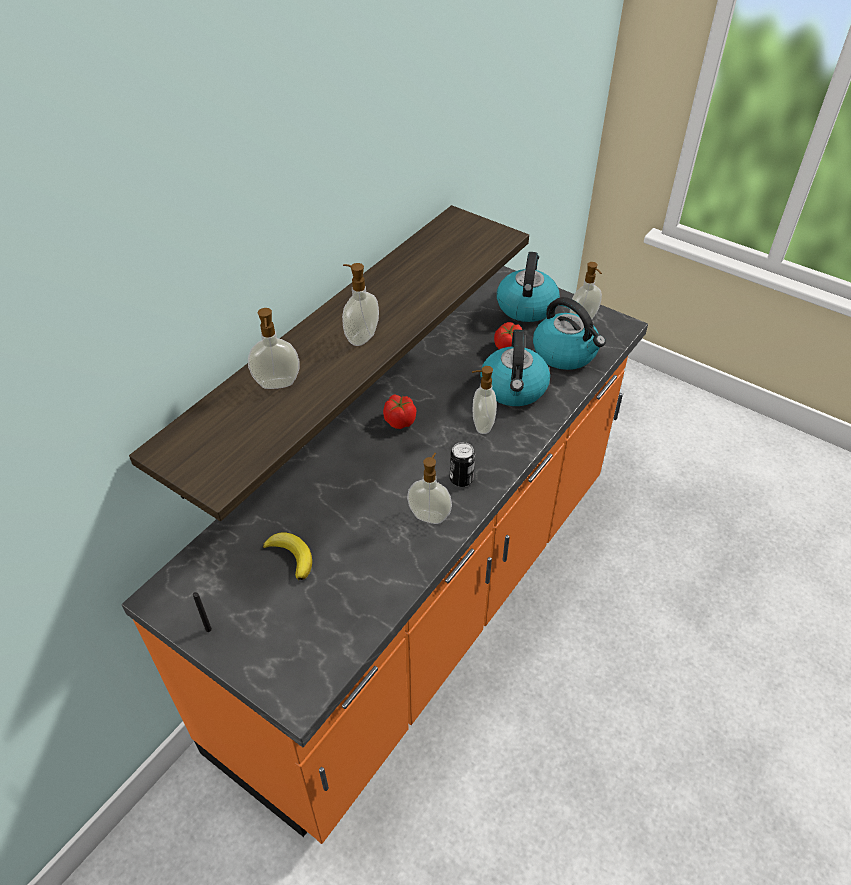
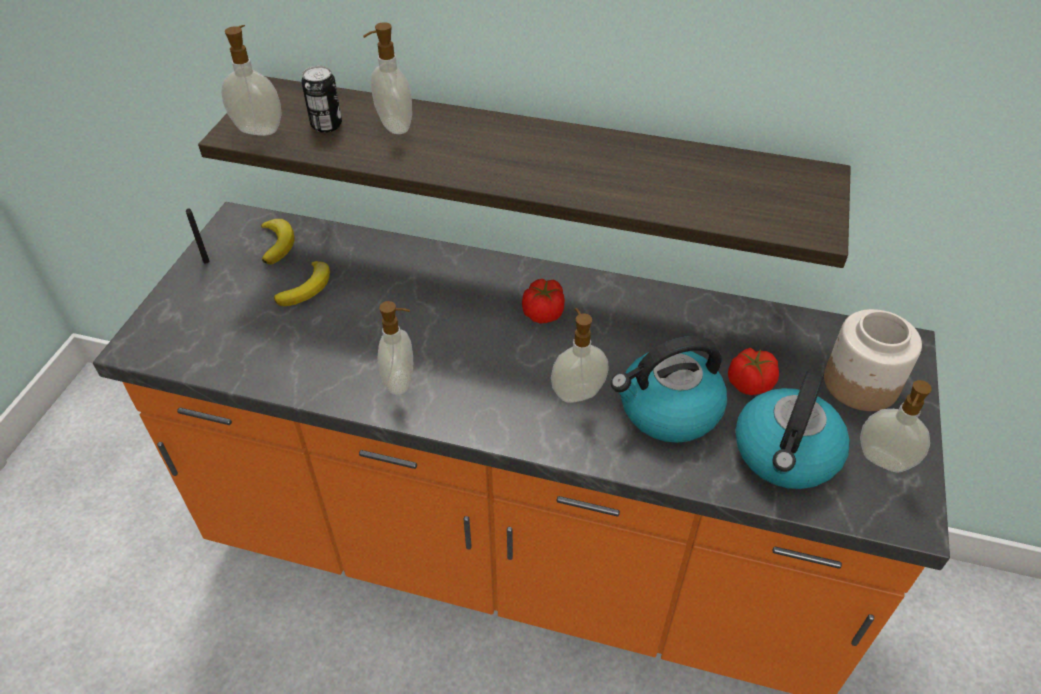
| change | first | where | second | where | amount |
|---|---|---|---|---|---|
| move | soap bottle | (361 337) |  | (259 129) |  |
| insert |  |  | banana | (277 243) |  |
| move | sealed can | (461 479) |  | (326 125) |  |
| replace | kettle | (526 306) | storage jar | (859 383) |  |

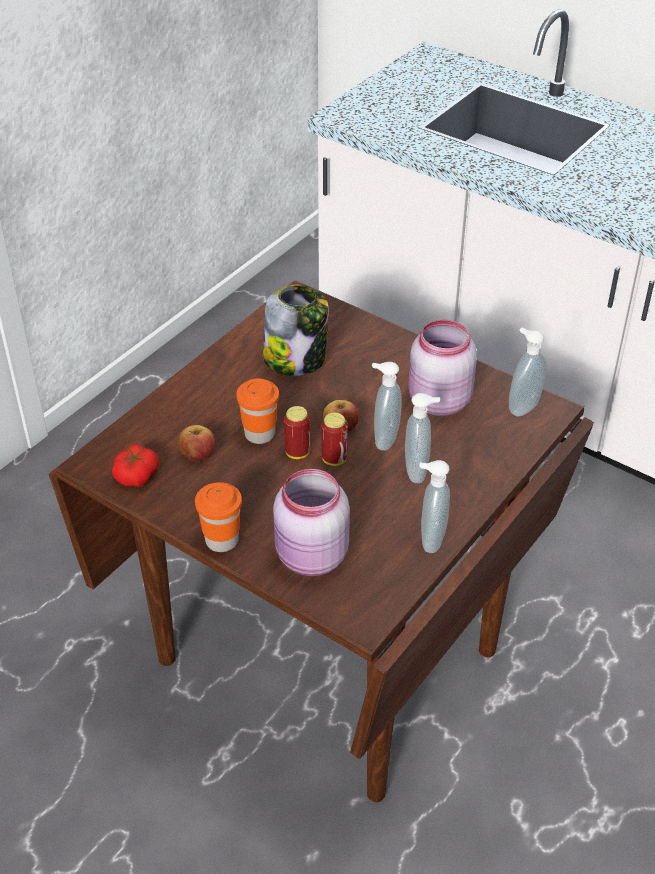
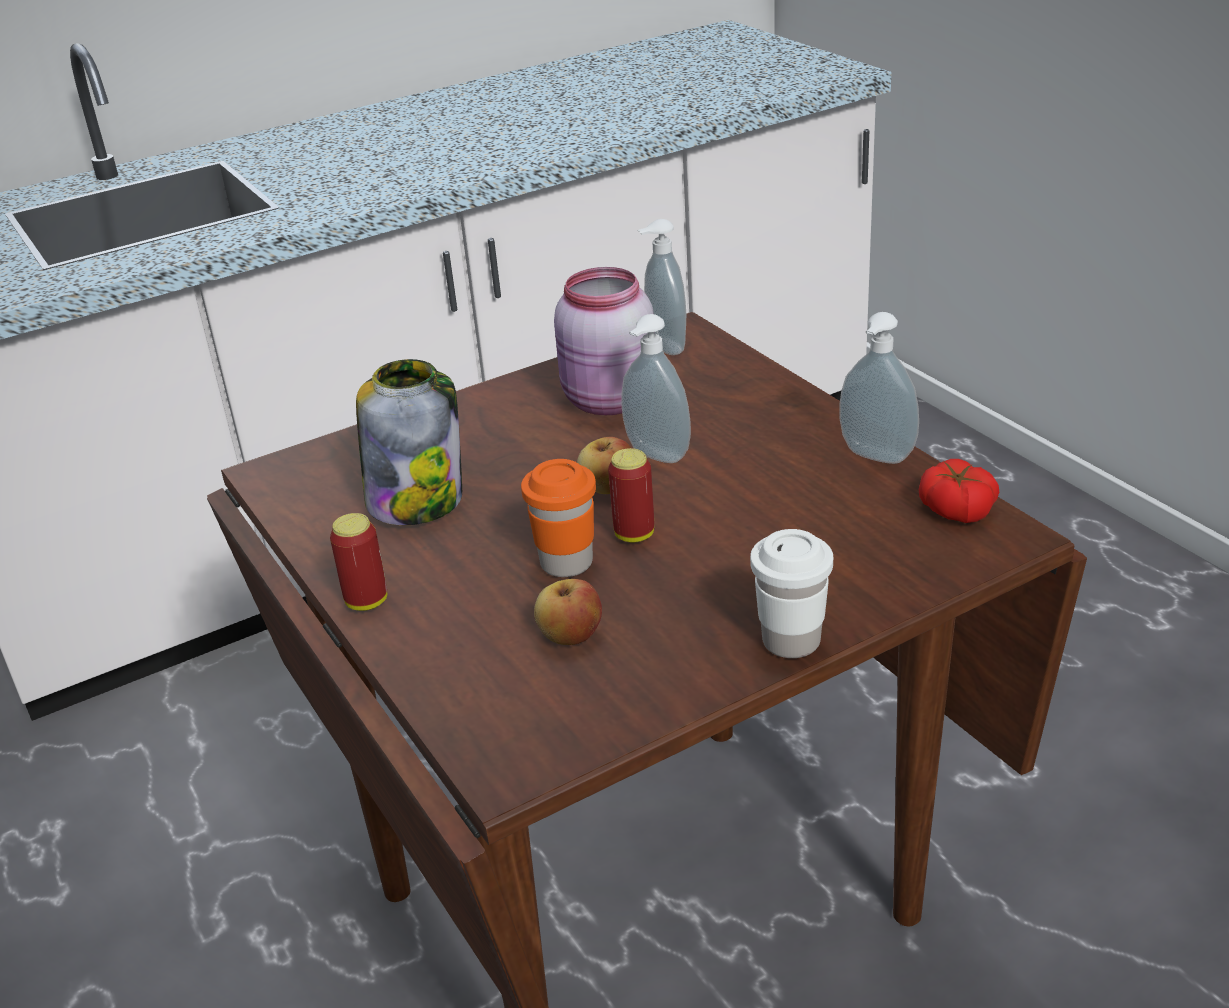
| change | first | where | second | where | amount |
|---|---|---|---|---|---|
| move | sealed can | (334 459) |  | (367 601) |  |
| recolor | small cup (orangey) | (222 540) | small cup (white-coloured) | (791 641) |  |
| move | fresh tomato | (136 475) |  | (956 509) |  |
| delete | storage jar (pink-coloured) | (310 558) |  |  |  |
| delete | soap bottle | (418 471) |  |  |  |

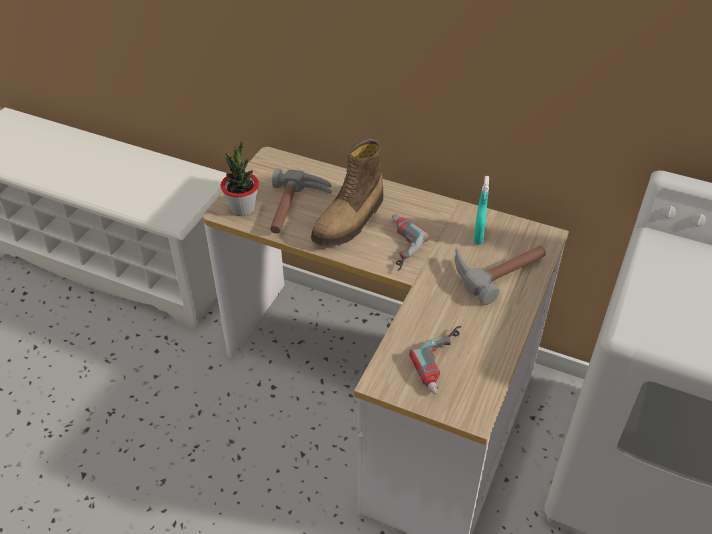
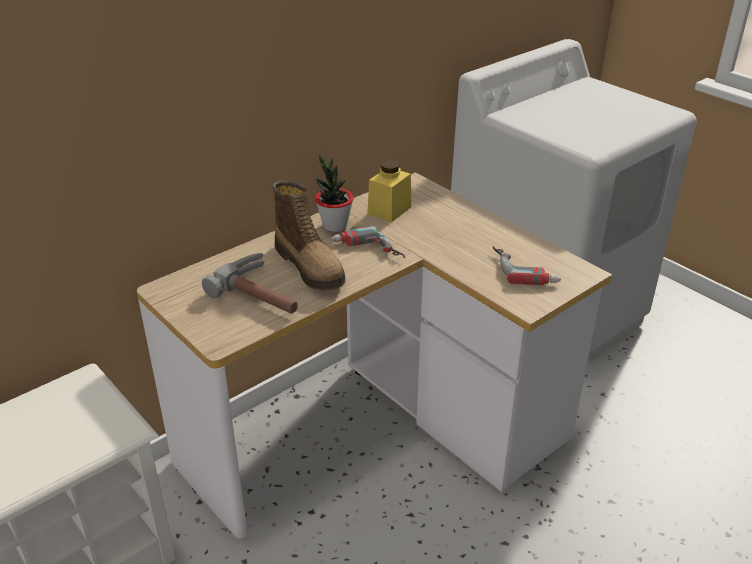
| change | first | where | second | where | amount |
|---|---|---|---|---|---|
| move | houseplant | (242 208) |  | (334 226) |  |
| replace | spray bottle (turquoise-coloured) | (478 236) | storage jar (yellow) | (389 210) |  |
| delete | hammer | (497 269) |  |  |  |

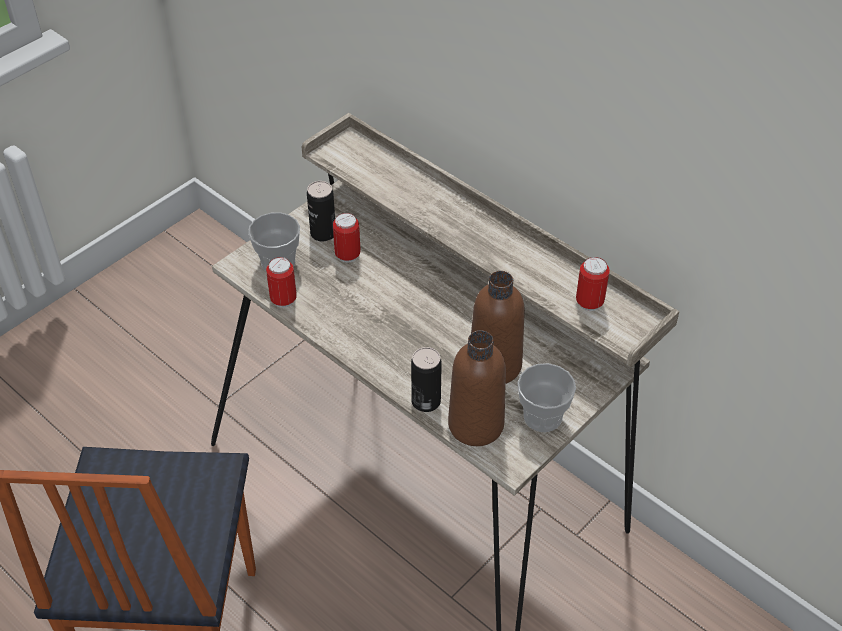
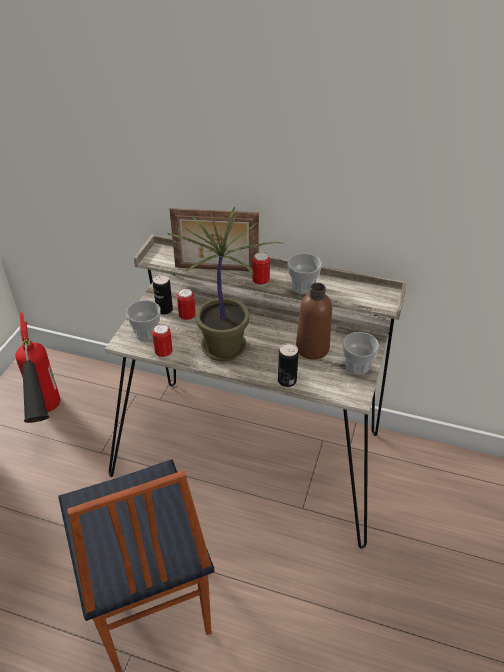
| change | first | where | second | where | amount |
|---|---|---|---|---|---|
| insert |  |  | extinguisher | (48 422) |  |
| insert |  |  | houseplant | (225 348) |  |
| insert |  |  | picture frame | (216 270) |  |
| move | sealed can | (589 303) |  | (261 282) |  |
| insert |  |  | small cup | (302 287) |  |
| delete | beverage bottle (brown-coloured) | (476 425) |  |  |  |

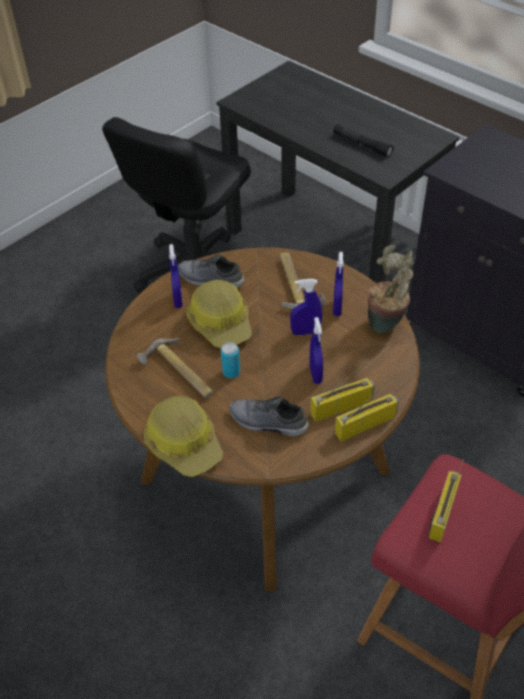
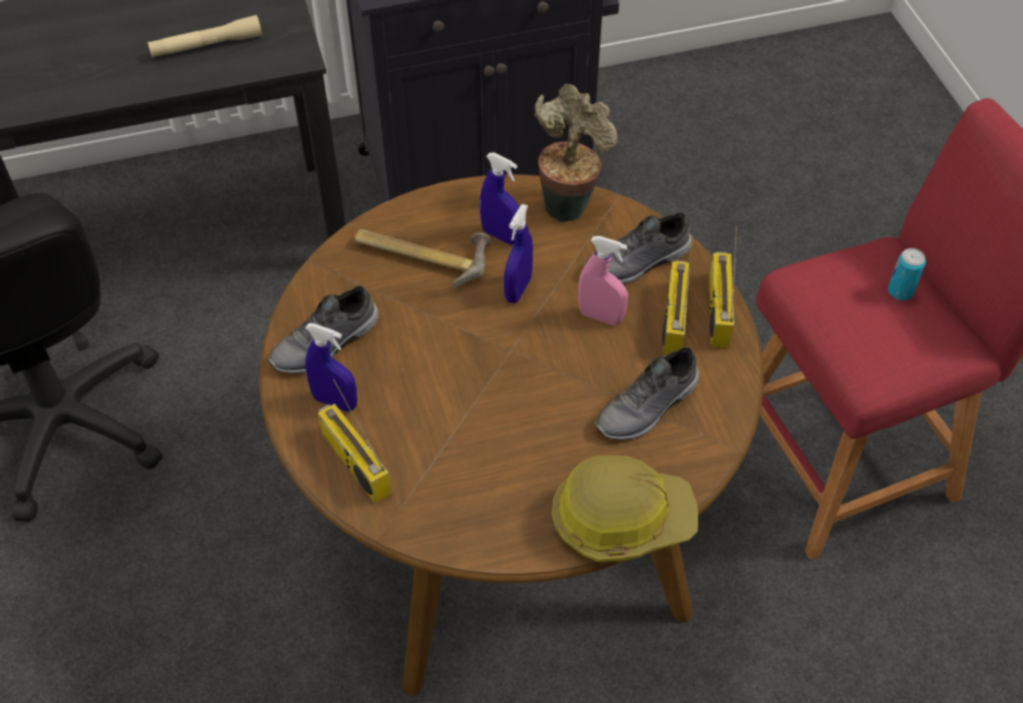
| change | first | where | second | where | amount |
|---|---|---|---|---|---|
| recolor | hand torch (blackish) | (362 145) | hand torch (sand-coloured) | (206 45) |  |
| move | radio | (442 511) |  | (353 462) |  |
| recolor | spray bottle (bluish) | (315 374) | spray bottle (pink-coloured) | (600 316) |  |
| insert |  |  | item of footwear (greyish) | (638 263) |  |
| move | sealed can | (231 372) |  | (900 291) |  |
| delete | hammer | (178 373) |  |  |  |
| delete | work helmet | (221 323) |  |  |  |

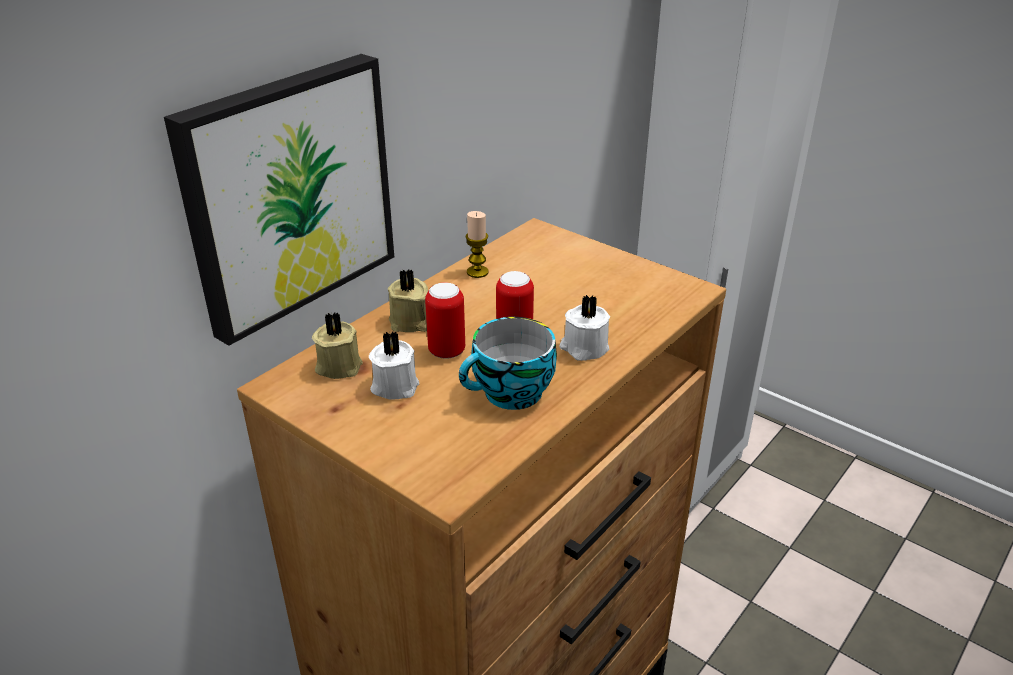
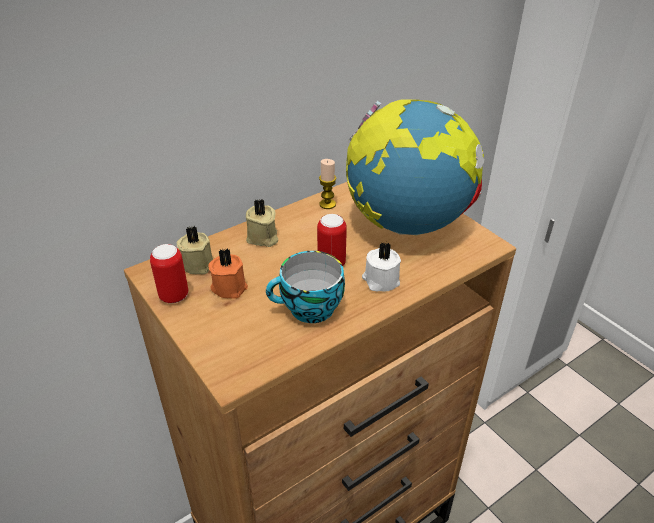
| change | first | where | second | where | amount |
|---|---|---|---|---|---|
| move | sealed can | (447 351) |  | (174 296) |  |
| recolor | candle (white-coloured) | (394 385) | candle (orangey) | (229 286) |  |
| insert |  |  | world globe | (408 224) |  |
| delete | wall art | (288 193) |  |  |  |

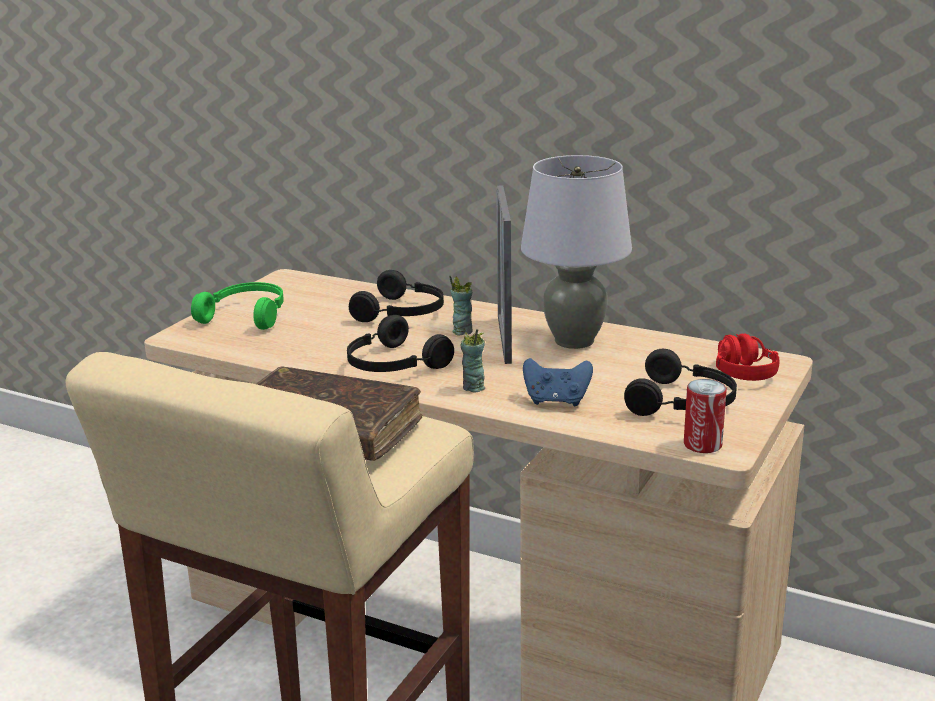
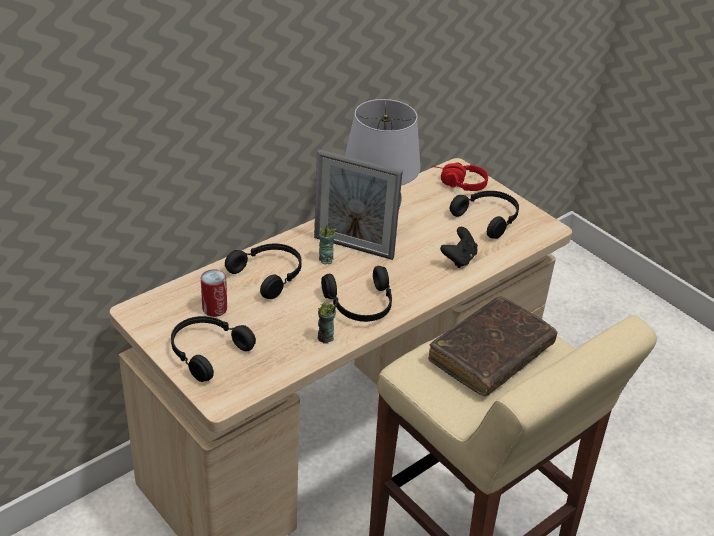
| change | first | where | second | where | amount |
|---|---|---|---|---|---|
| recolor | headset (green) | (247 315) | headset (blackish) | (206 352) |  |
| move | sealed can | (702 444) |  | (214 309) |  |
| move | small cup | (473 387) |  | (325 338) |  |
| recolor | game controller (bluish) | (556 401) | game controller (blackish) | (459 259) |  |

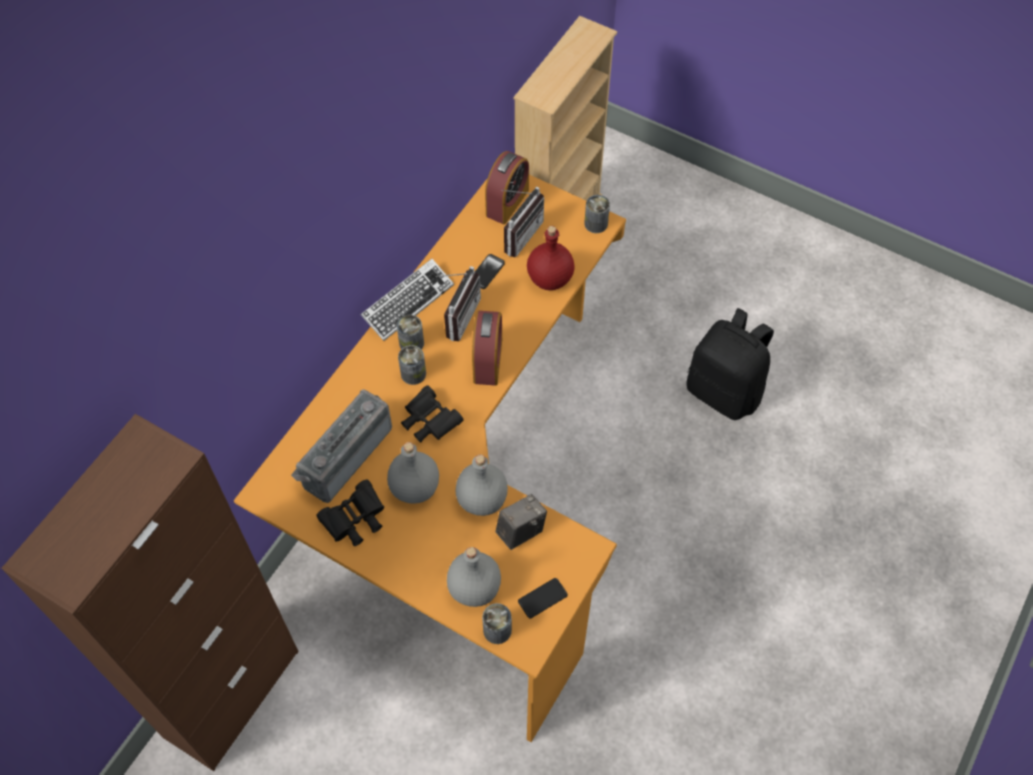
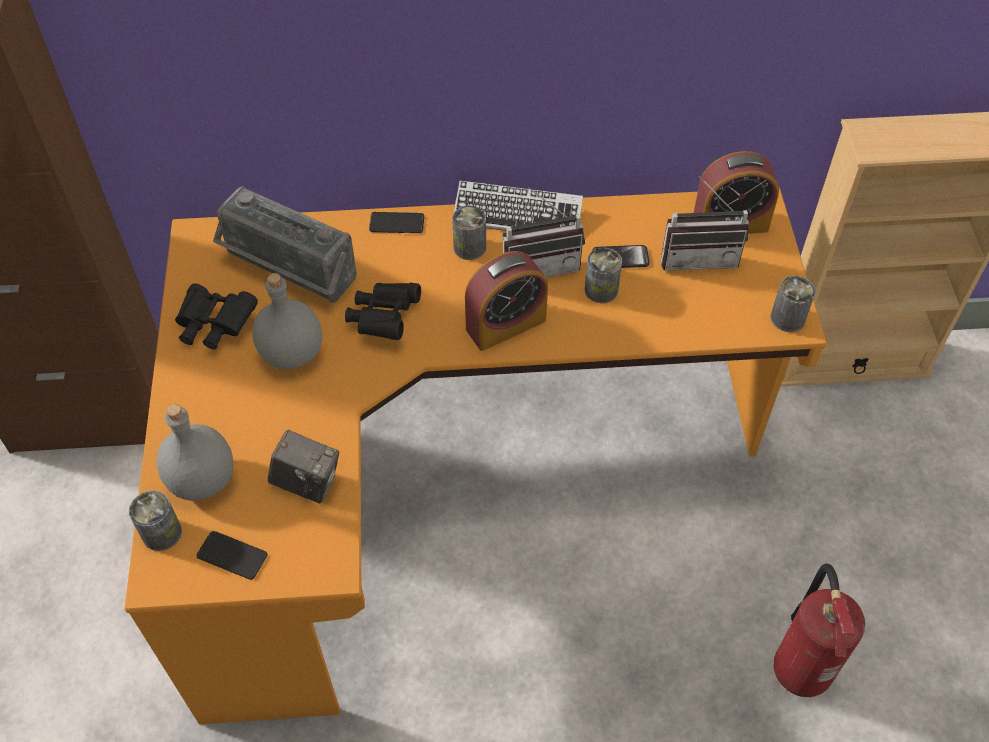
| change | first | where | second | where | amount |
|---|---|---|---|---|---|
| rotate | radio | (344 455) |  | (287 271) | 150 degrees counterclockwise |
| insert |  |  | telephone | (396 223) |  |
| move | sealed can | (413 374) |  | (601 290) |  |
| replace | knapsack (blackish) | (724 391) | extinguisher | (801 666) |  |
| delete | beverage bottle (greyish) | (483 500) |  |  |  |
| delete | beverage bottle (reddish) | (549 279) |  |  |  |

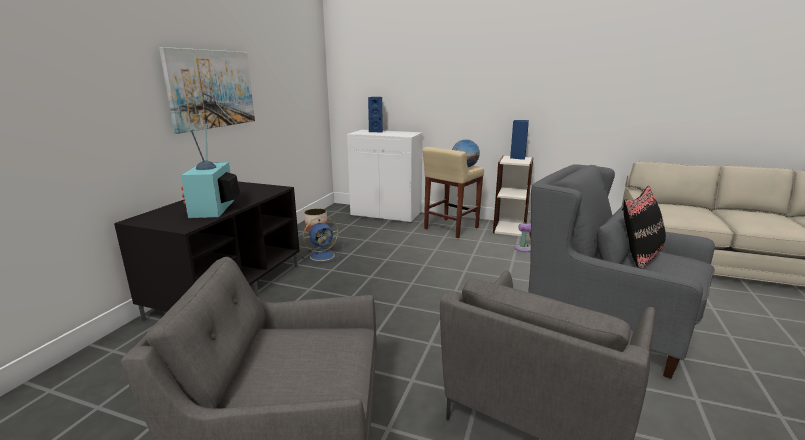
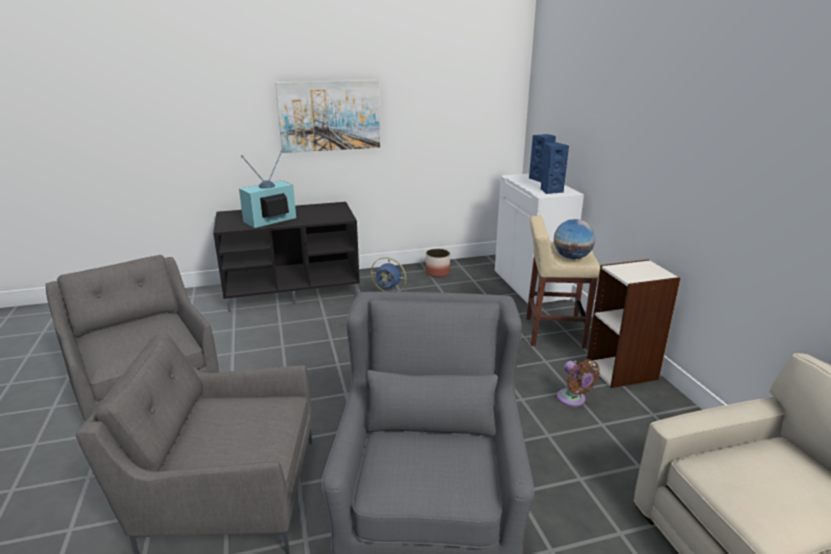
| change | first | where | second | where | amount |
|---|---|---|---|---|---|
| move | loudspeaker (bluish) | (517 157) |  | (550 191) |  |
| delete | throw pillow (blackish) | (638 257) |  |  |  |

